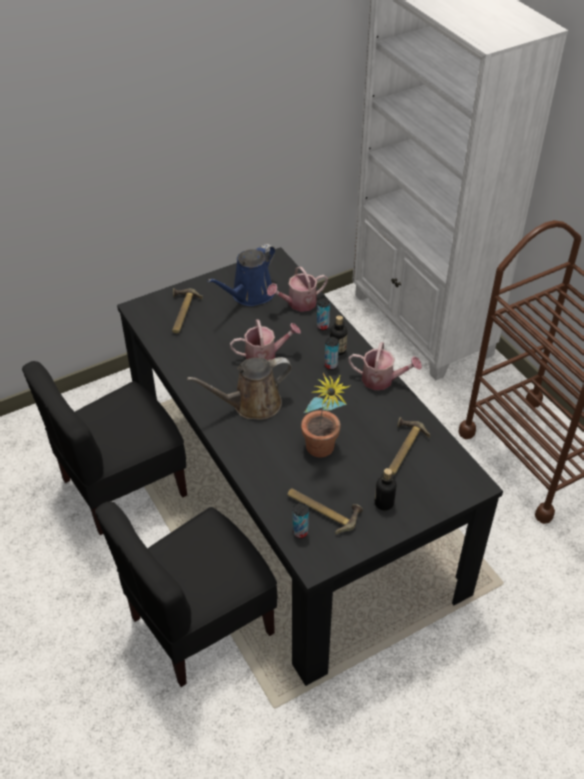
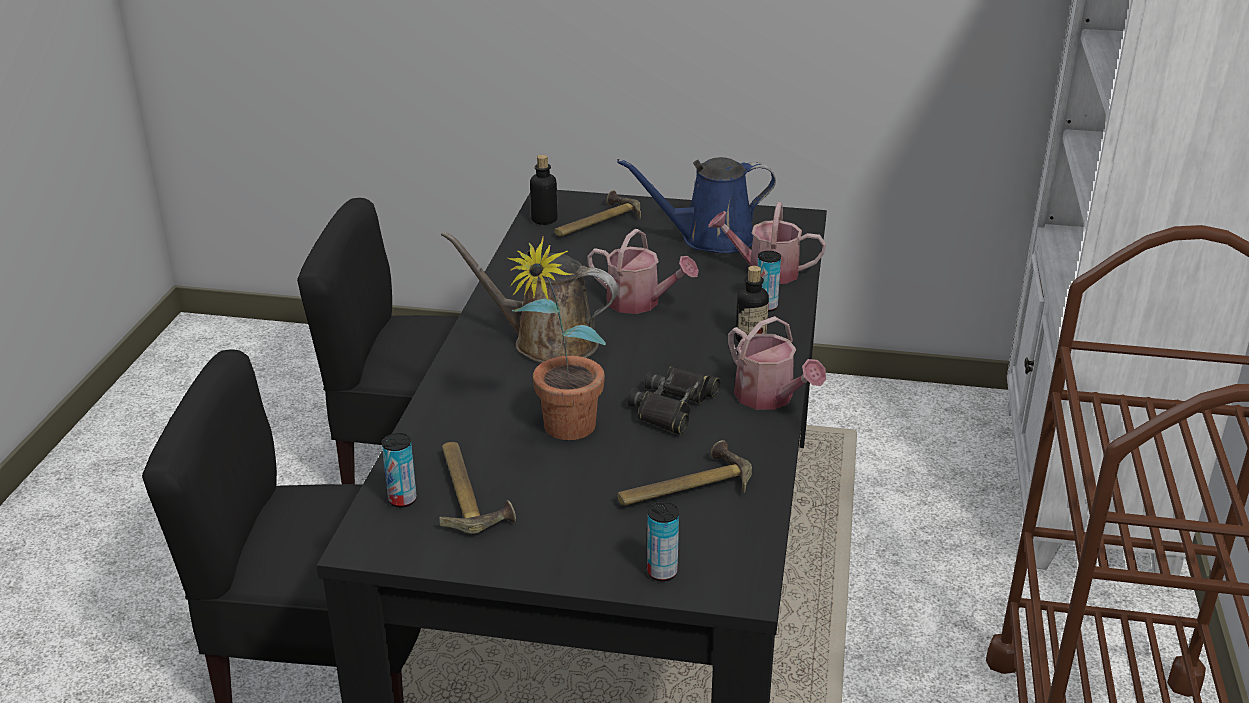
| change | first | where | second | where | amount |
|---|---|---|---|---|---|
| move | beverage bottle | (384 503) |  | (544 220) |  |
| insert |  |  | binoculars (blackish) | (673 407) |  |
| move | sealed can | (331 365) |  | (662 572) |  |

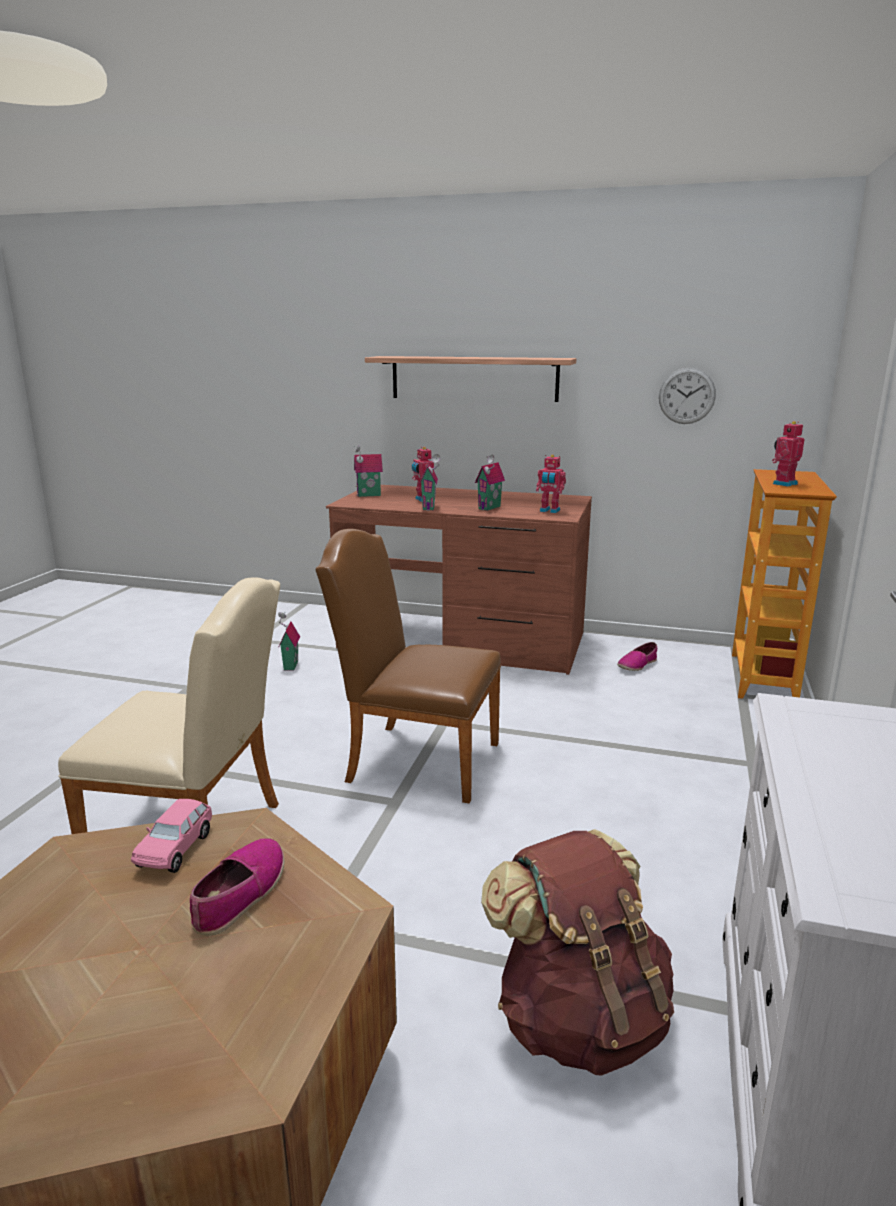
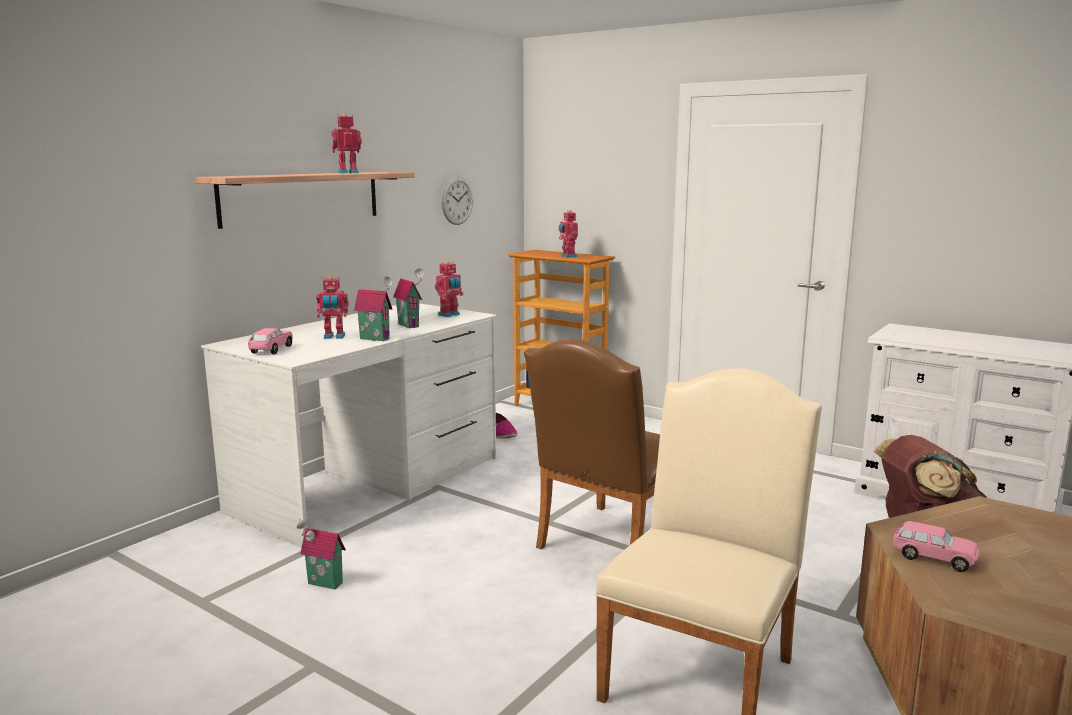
| change | first | where | second | where | amount |
|---|---|---|---|---|---|
| recolor | desk (brown-coloured) | (462 640) | desk (white-coloured) | (371 483) |  |
| replace | model house | (369 495) | toy car (pink-coloured) | (271 350) |  |
| insert |  |  | model robot | (348 173) |  |
| delete | item of footwear | (240 894) |  |  |  |

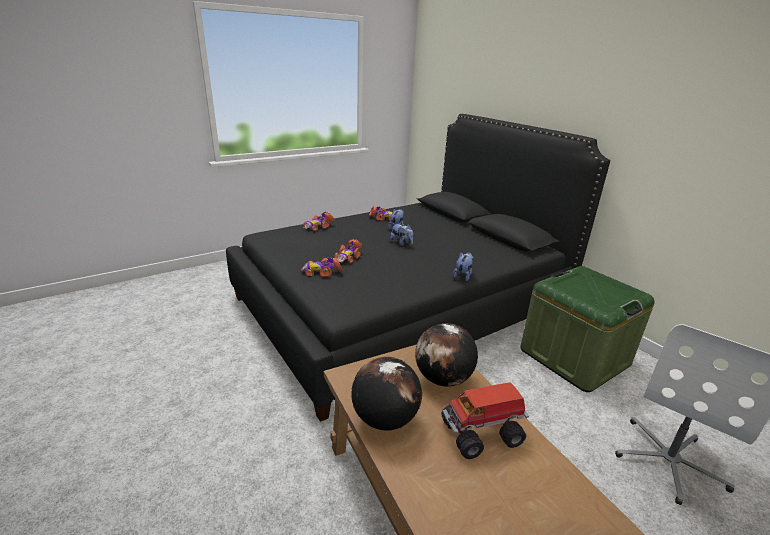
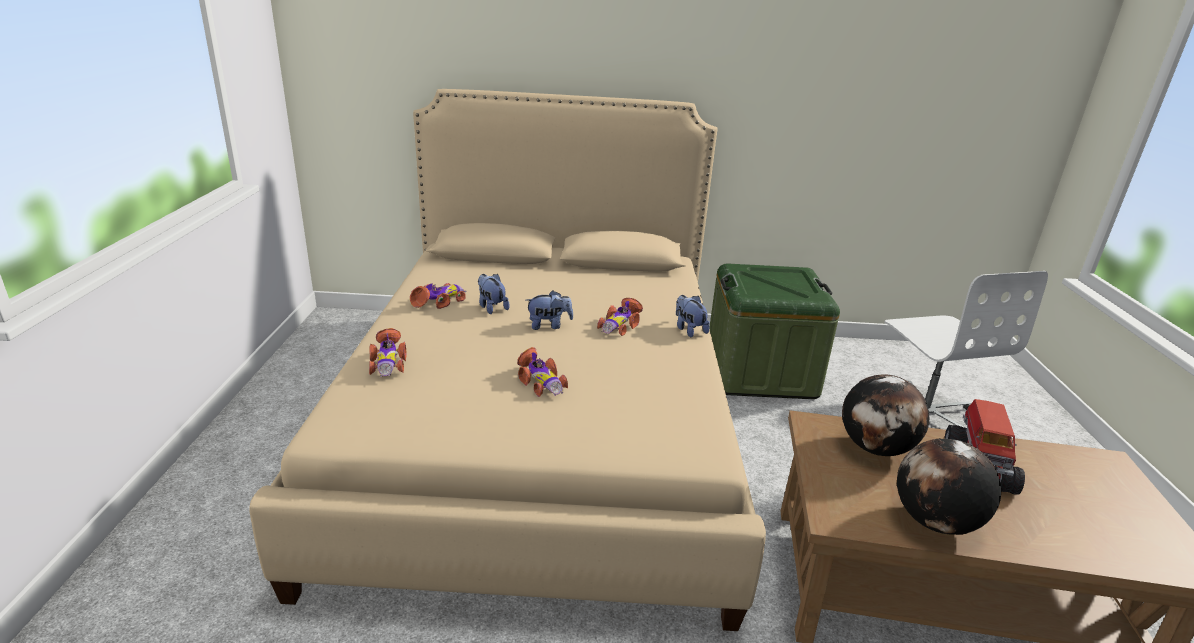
| change | first | where | second | where | amount |
|---|---|---|---|---|---|
| recolor | bed (blackish) | (400 305) | bed (sand-coloured) | (540 427) |  |
| move | toy car | (322 272) |  | (620 325) |  |

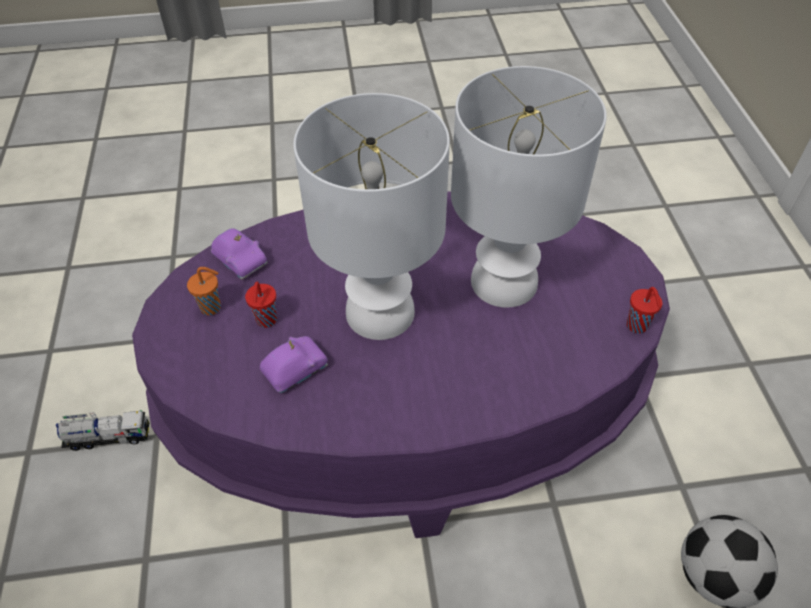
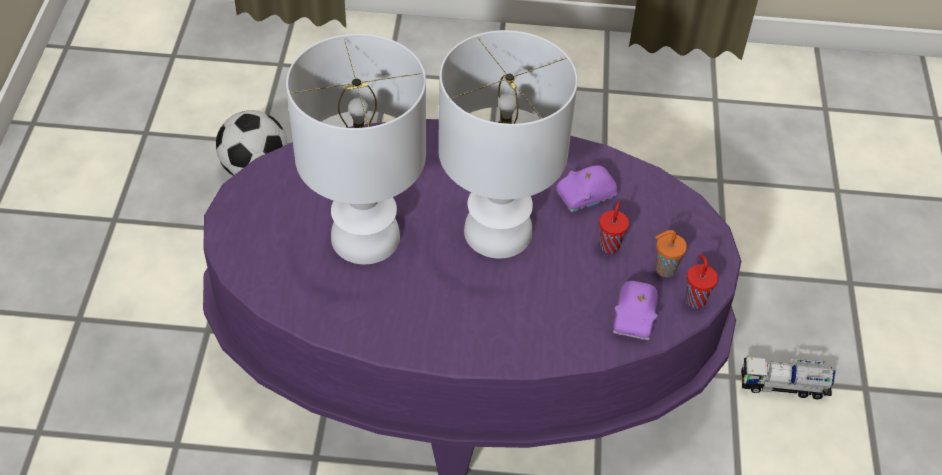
| change | first | where | second | where | amount |
|---|---|---|---|---|---|
| rotate | toy car (purple) | (241 260) |  | (635 317) | 135 degrees counterclockwise |
| move | small cup (reddish) | (637 326) |  | (695 299) |  |

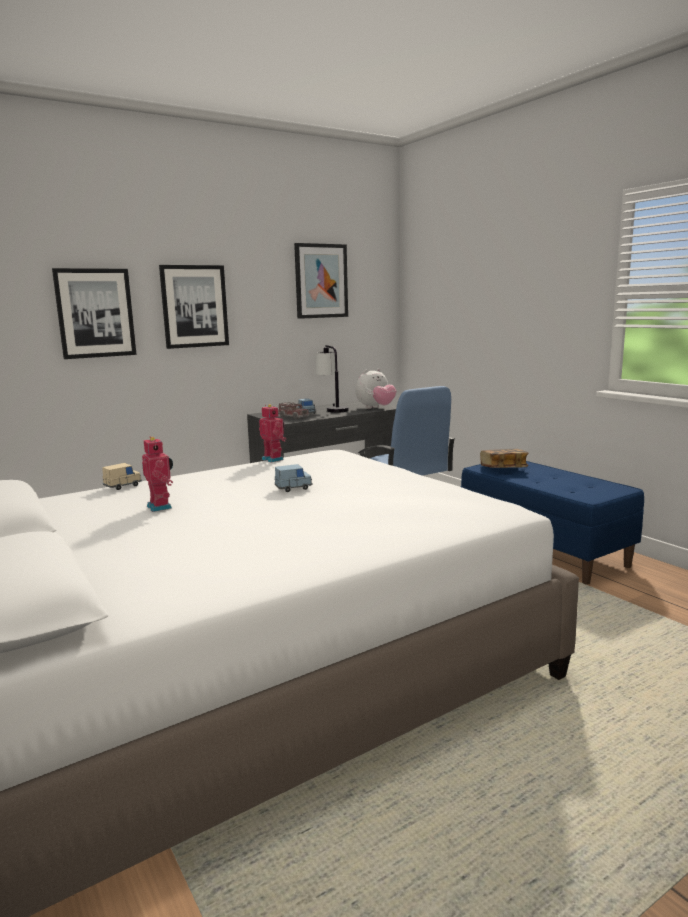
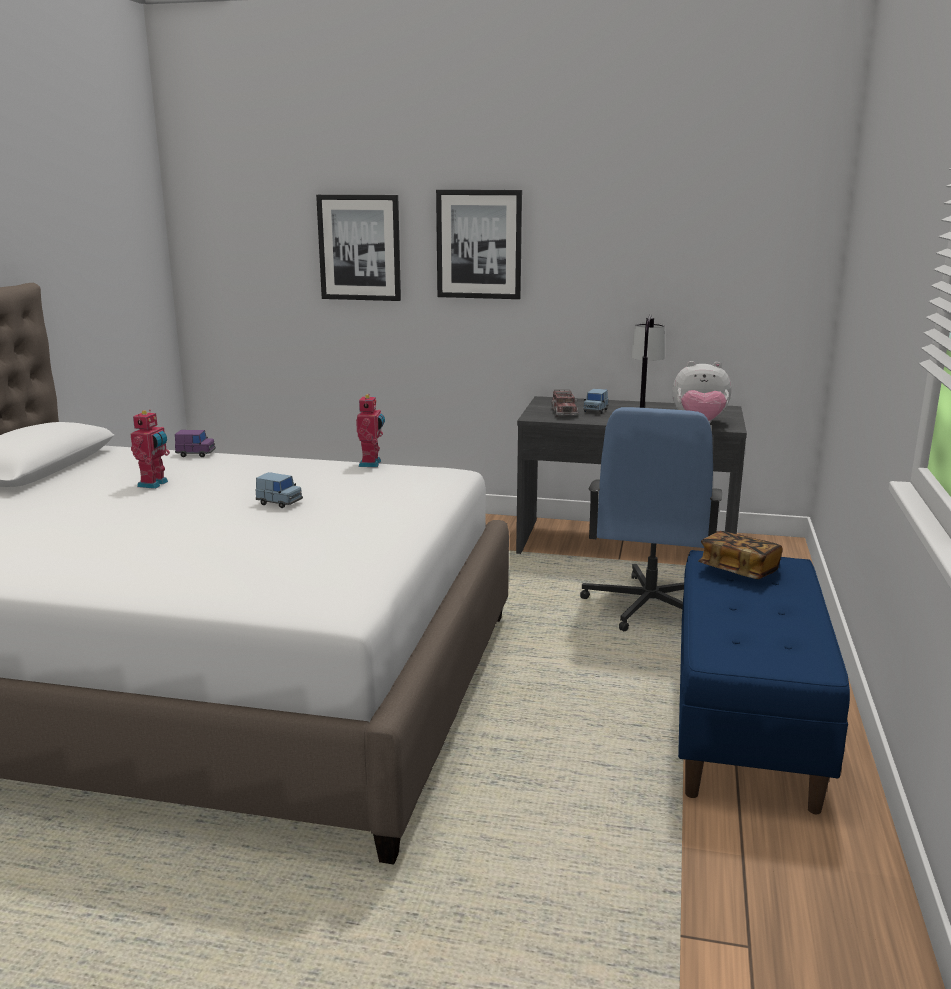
| change | first | where | second | where | amount |
|---|---|---|---|---|---|
| recolor | toy car (sand-coloured) | (123 486) | toy car (purple) | (196 454) |  |
| delete | wall art | (321 281) |  |  |  |

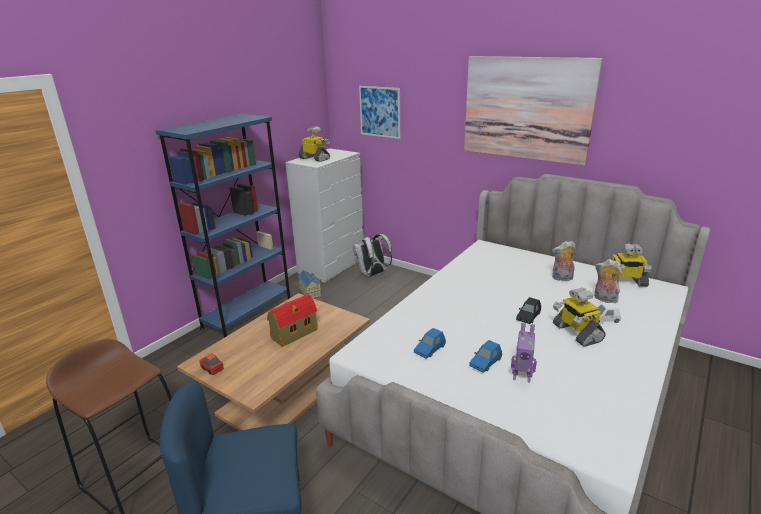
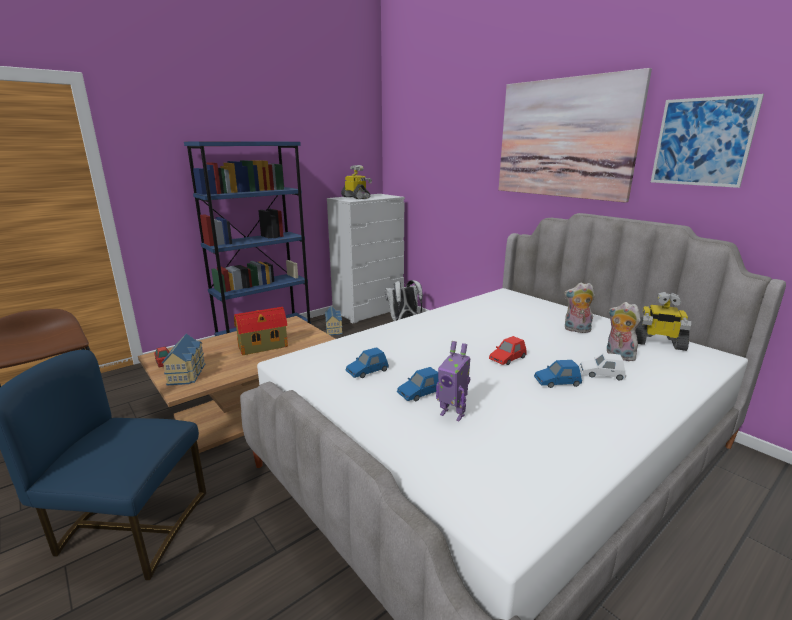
| change | first | where | second | where | amount |
|---|---|---|---|---|---|
| insert |  |  | model house | (188 373) |  |
| recolor | toy car (blackish) | (528 316) | toy car (reddish) | (507 358) |  |
| replace | model robot | (576 333) | toy car (bluish) | (557 382) |  |
| move | wall art | (380 112) |  | (702 142) |  |

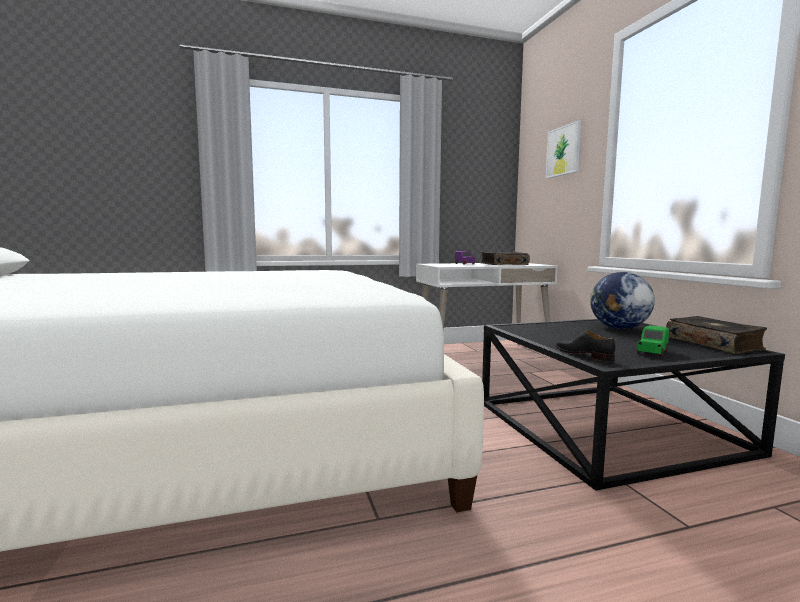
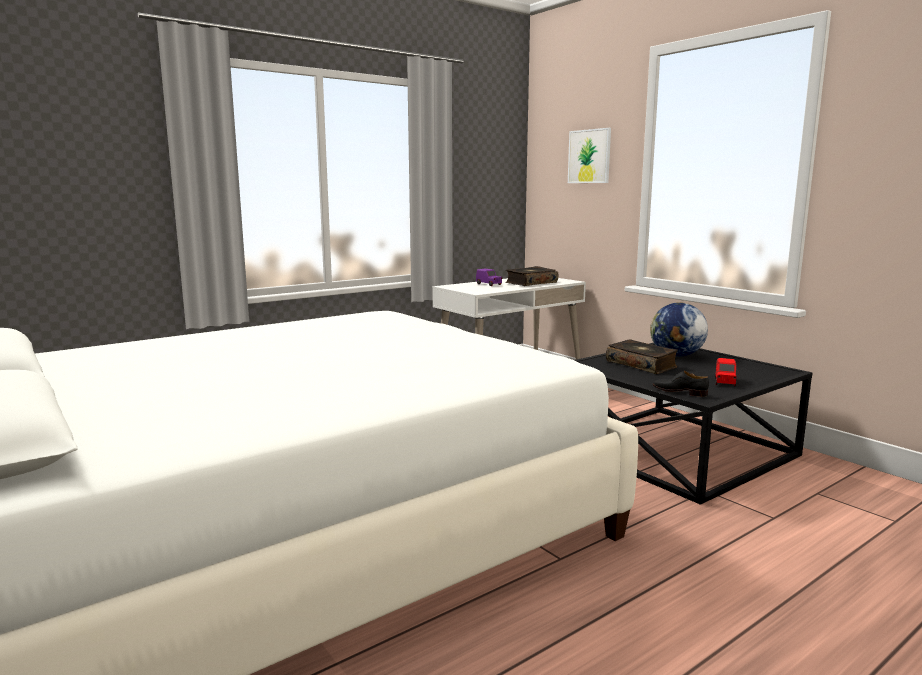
| change | first | where | second | where | amount |
|---|---|---|---|---|---|
| move | book | (713 344) |  | (641 364) |  |
| recolor | toy car (green) | (652 352) | toy car (reddish) | (725 382) |  |

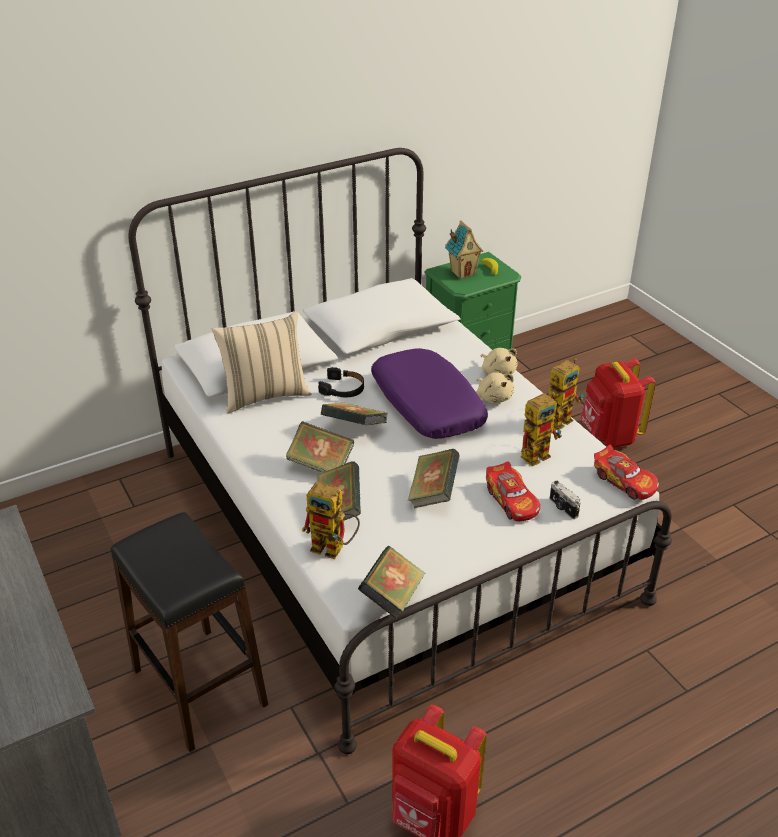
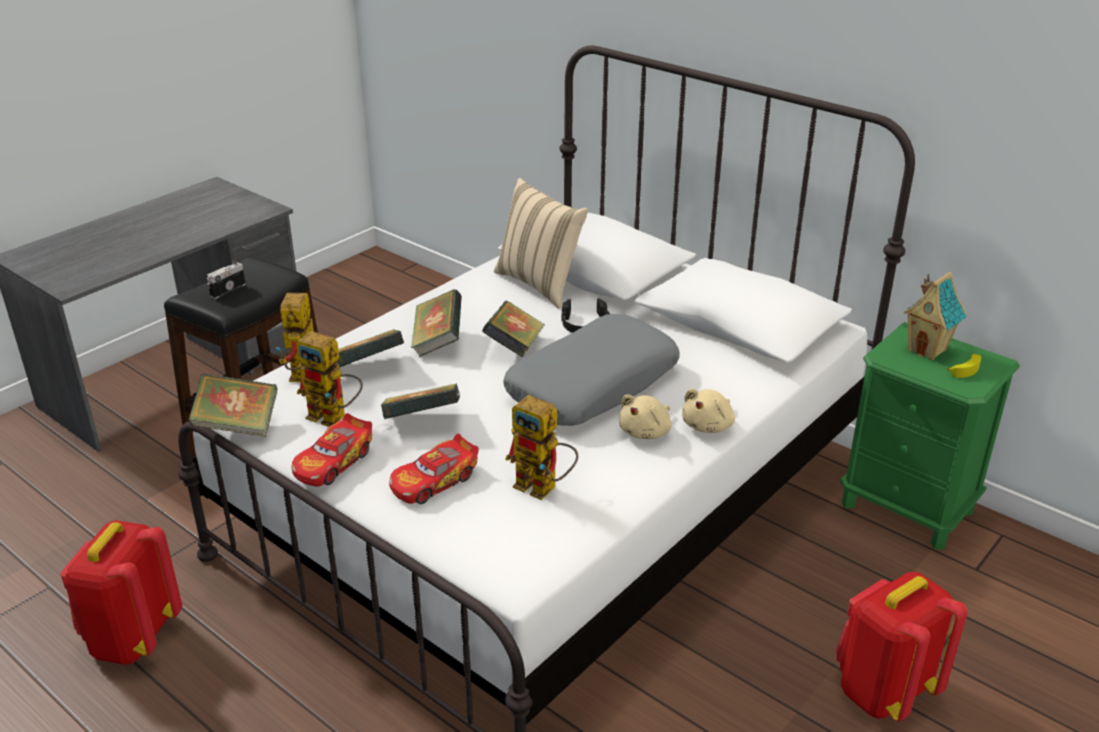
| change | first | where | second | where | amount |
|---|---|---|---|---|---|
| move | still camera | (562 508) |  | (227 290) |  |
| move | toy car | (624 481) |  | (334 462) |  |
| move | model robot | (560 418) |  | (334 417) |  |
| recolor | throw pillow (purple) | (426 405) | throw pillow (greyish) | (592 385) |  |

